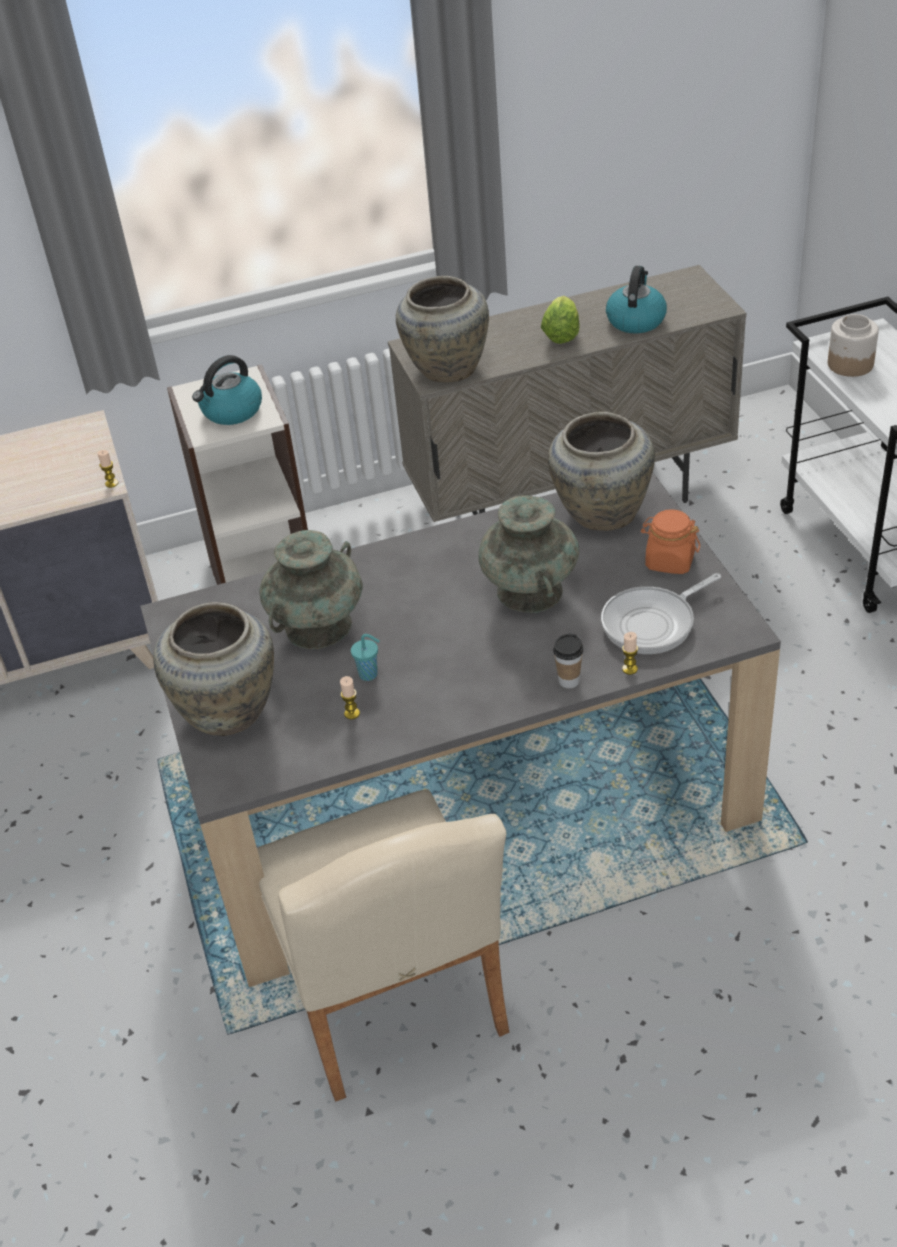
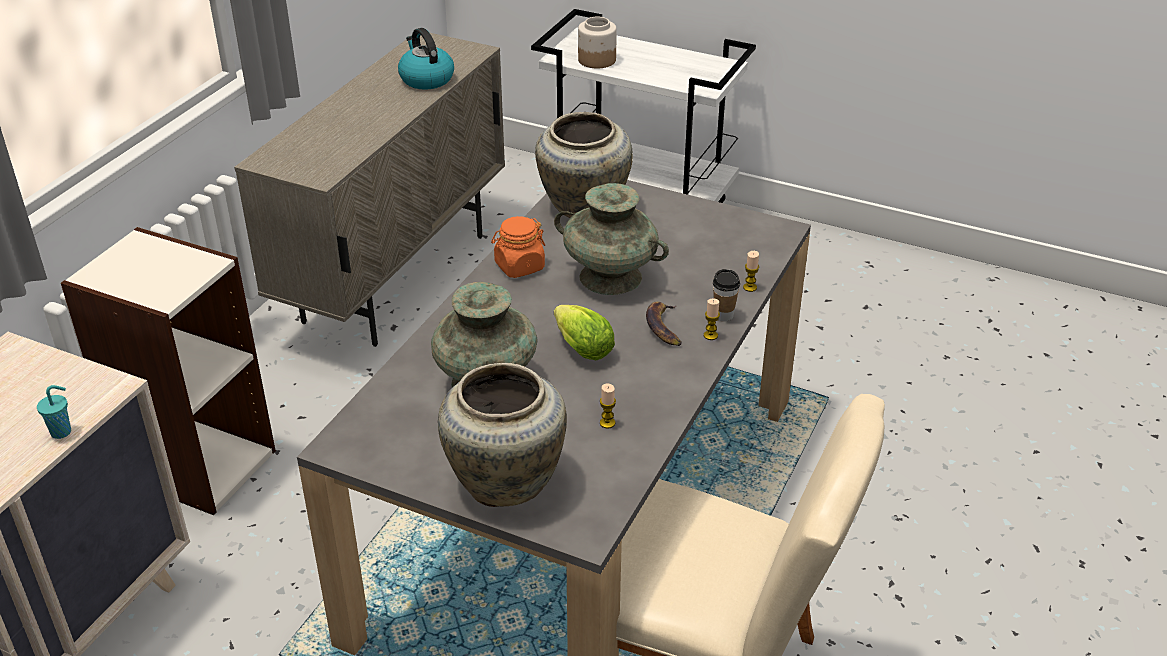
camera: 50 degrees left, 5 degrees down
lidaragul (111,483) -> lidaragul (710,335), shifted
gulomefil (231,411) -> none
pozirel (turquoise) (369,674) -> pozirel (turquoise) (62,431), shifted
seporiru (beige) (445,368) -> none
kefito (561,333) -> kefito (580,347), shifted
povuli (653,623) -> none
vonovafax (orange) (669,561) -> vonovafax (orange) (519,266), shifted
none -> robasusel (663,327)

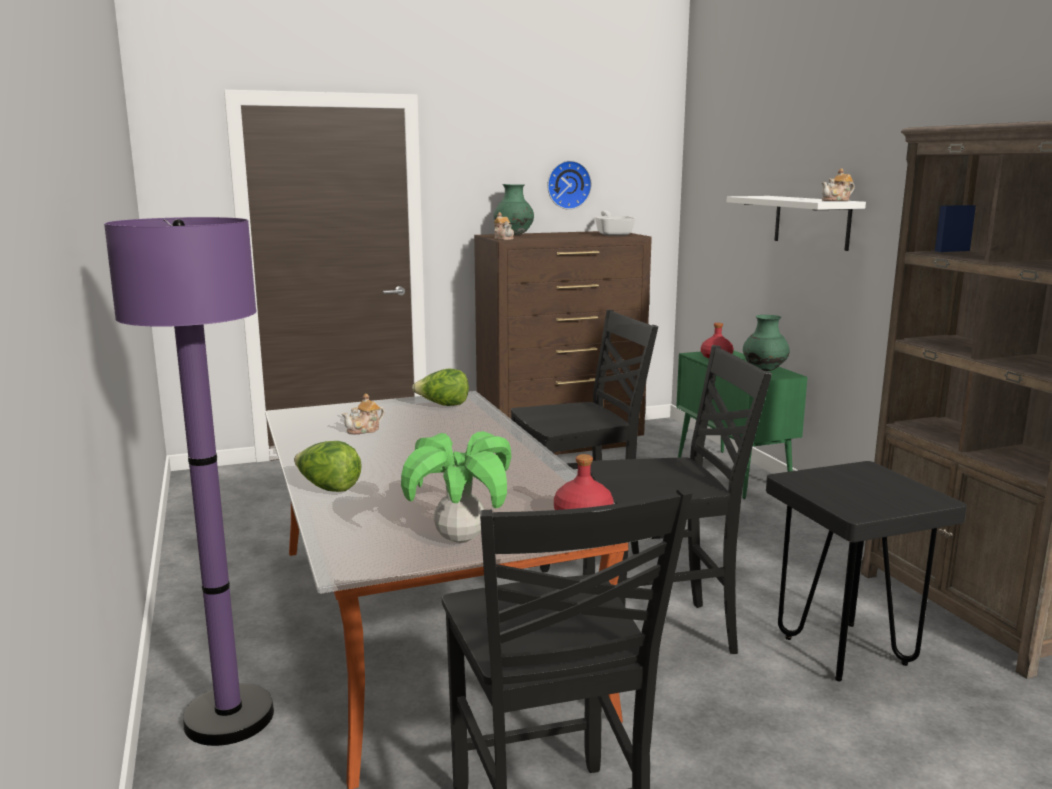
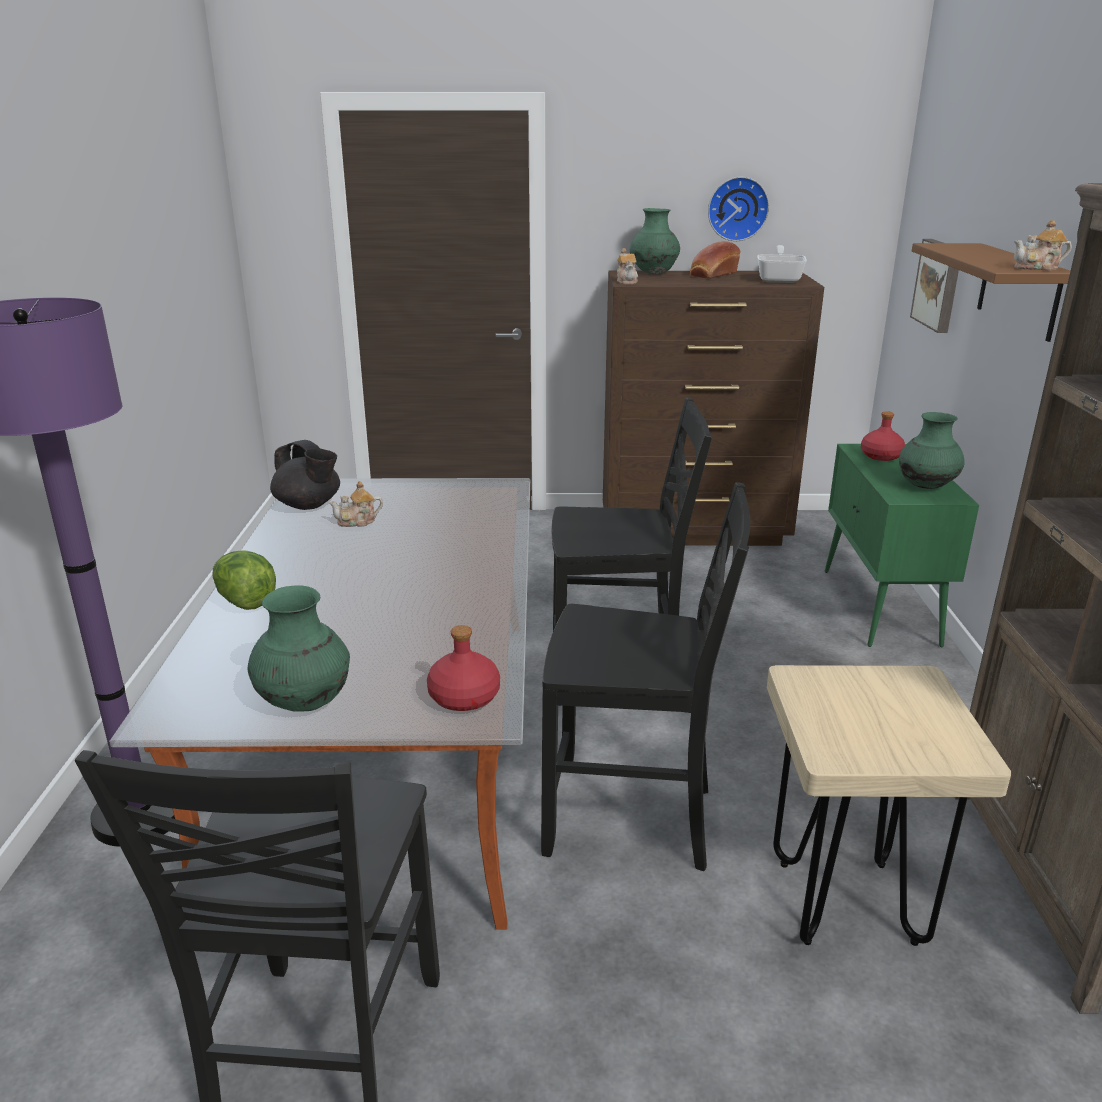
camera: 20 degrees right, 10 degrees up
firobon (460,539) -> seporiru (green) (304,702)
kefito (443,405) -> none
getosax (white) (811,222) -> getosax (brown) (1018,290)
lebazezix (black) (845,650) -> lebazezix (beige) (846,901)
none -> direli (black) (309,505)
none -> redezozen (712,275)
none -> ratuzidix (939,284)

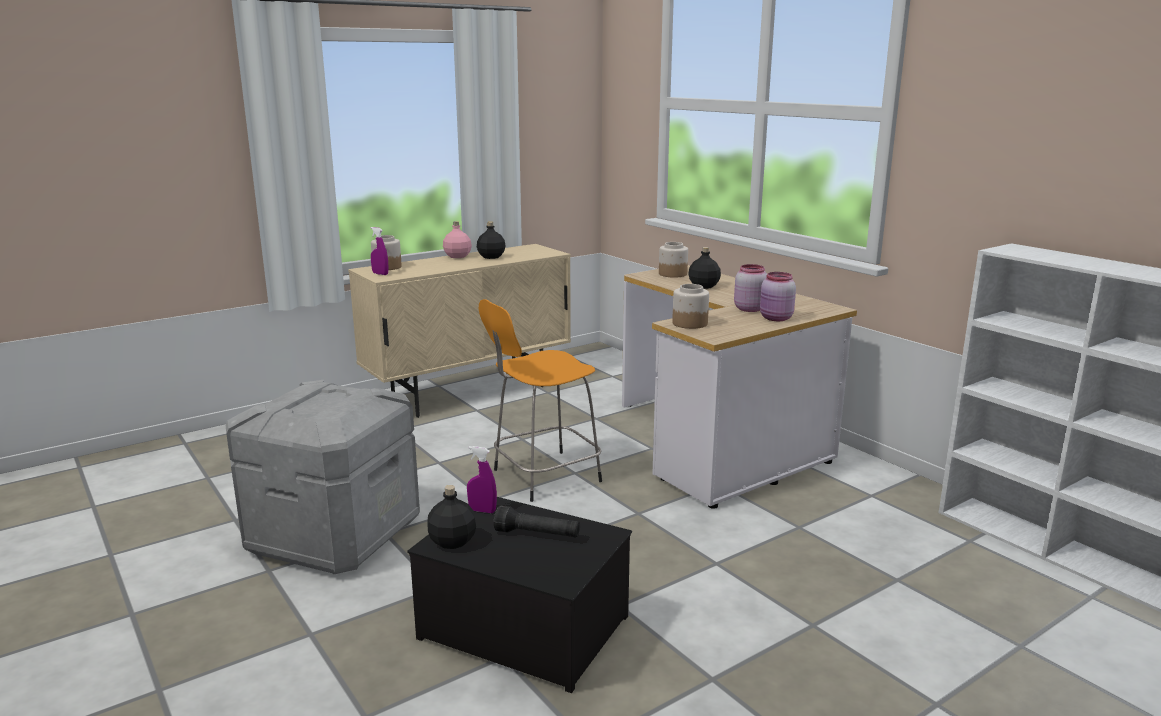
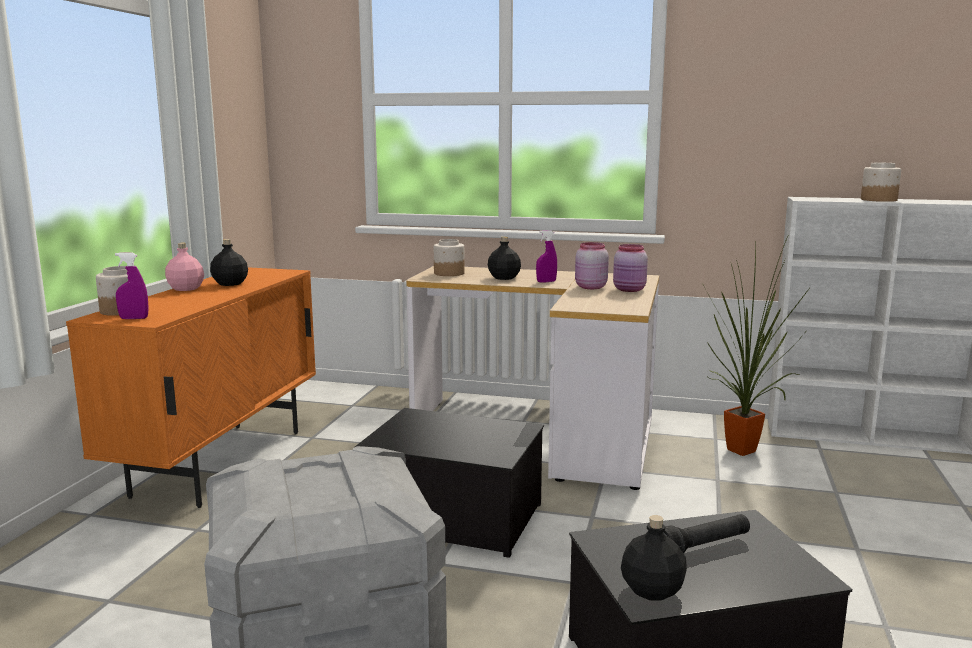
camera: 40 degrees left, 5 degrees down
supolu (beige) (469,392) -> supolu (orange) (221,462)
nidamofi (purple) (482,510) -> nidamofi (purple) (546,282), shifted
lebazezix (orange) (543,476) -> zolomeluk (451,518)
vonovafax (689,323) -> vonovafax (878,200), shifted
none -> firobon (744,453)

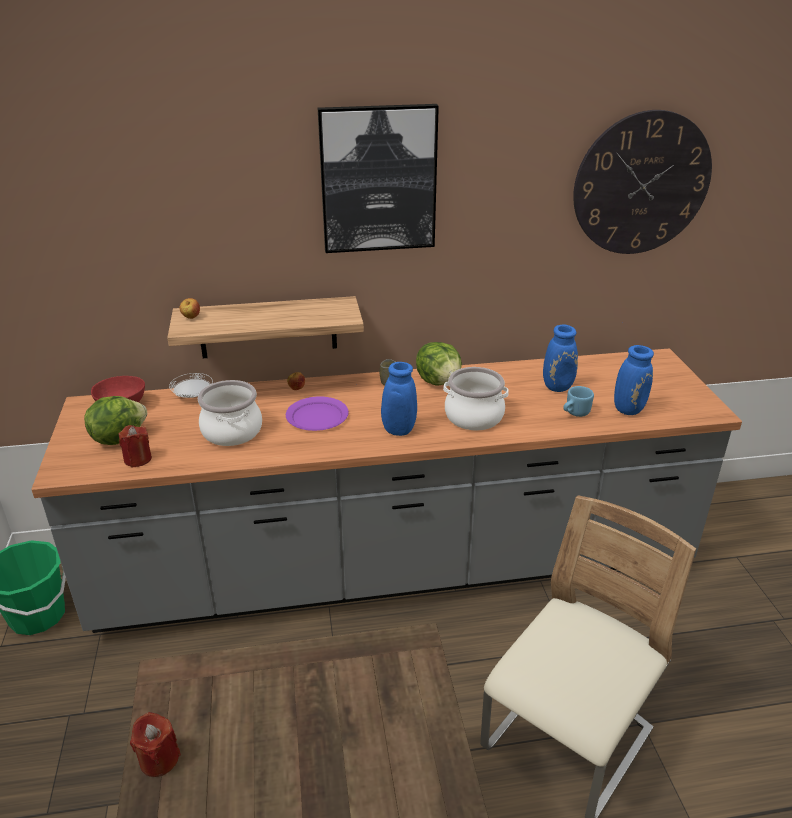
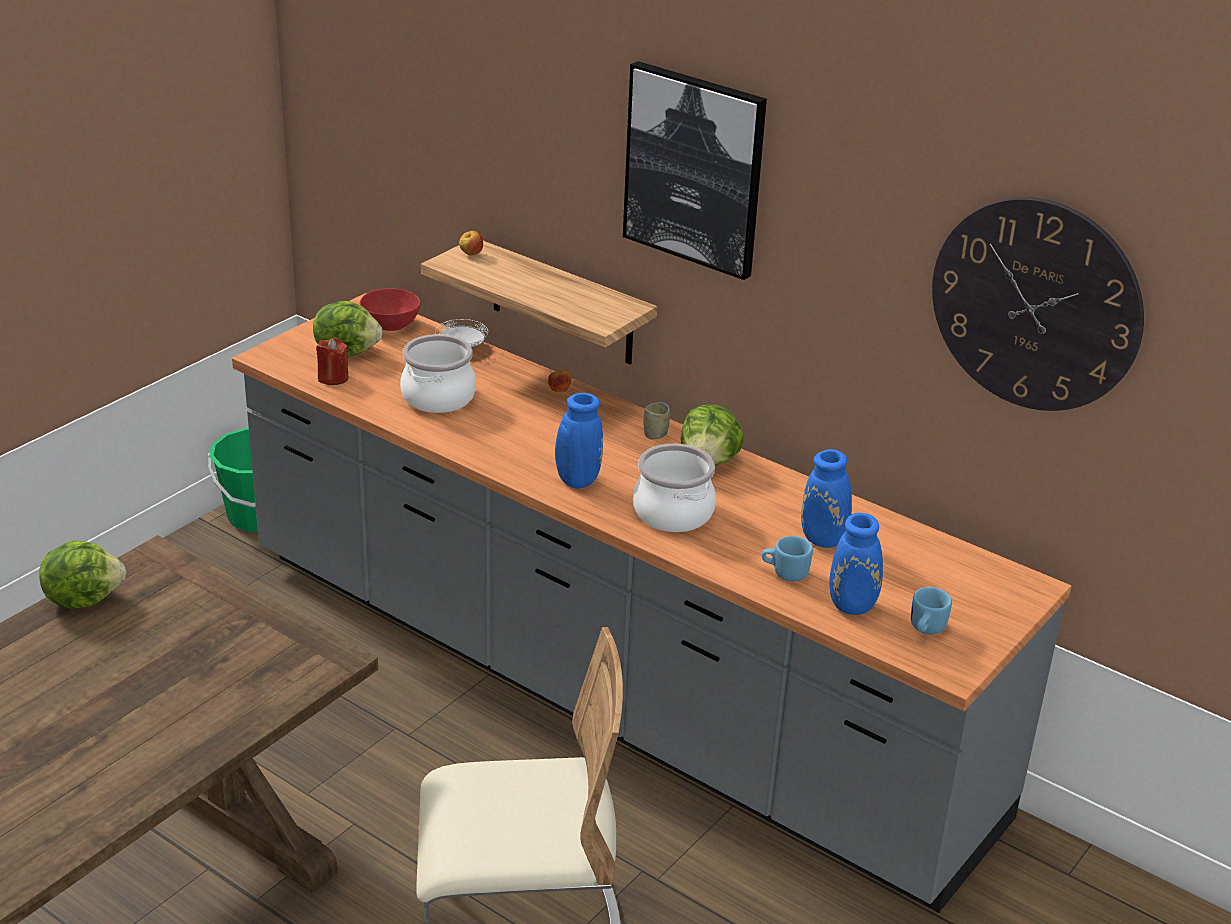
camera: 45 degrees right, 0 degrees up
lidaragul (red) (159,759) -> kefito (83,598)
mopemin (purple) (317,416) -> none
none -> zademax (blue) (925,629)

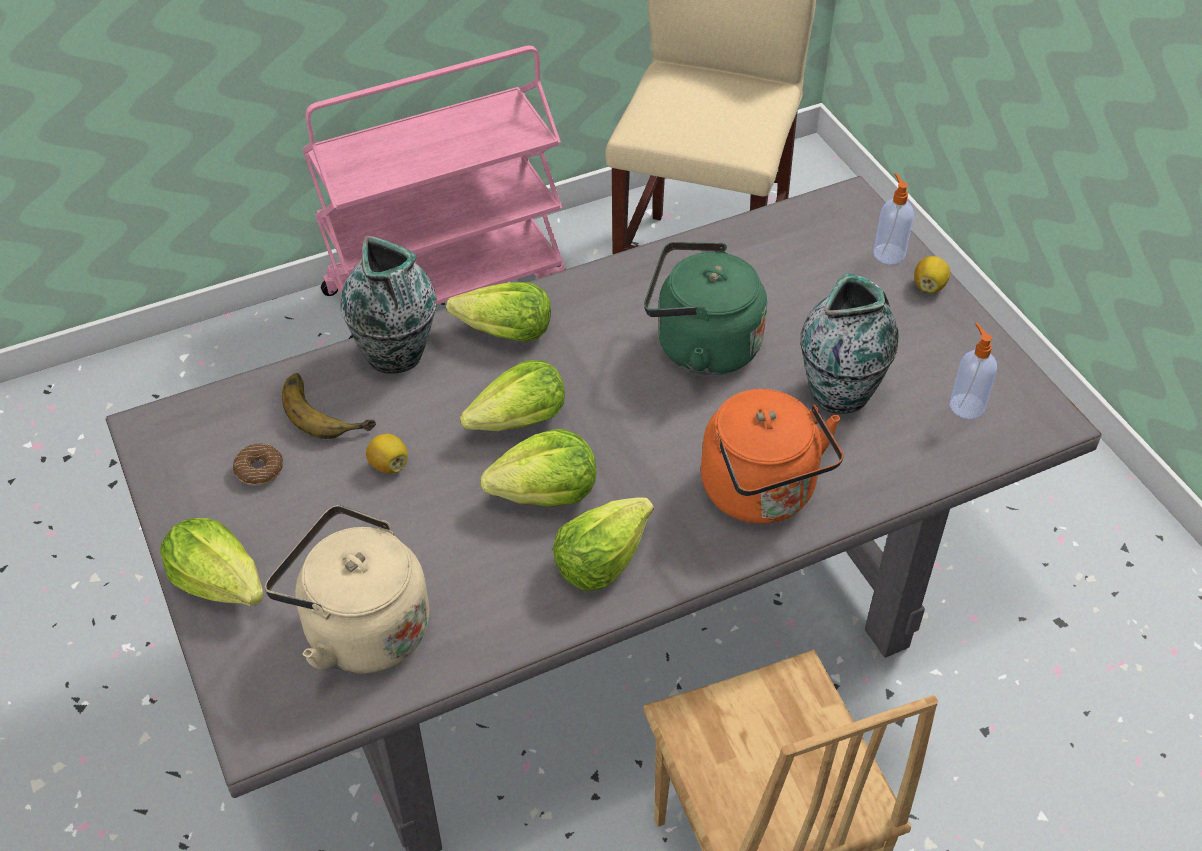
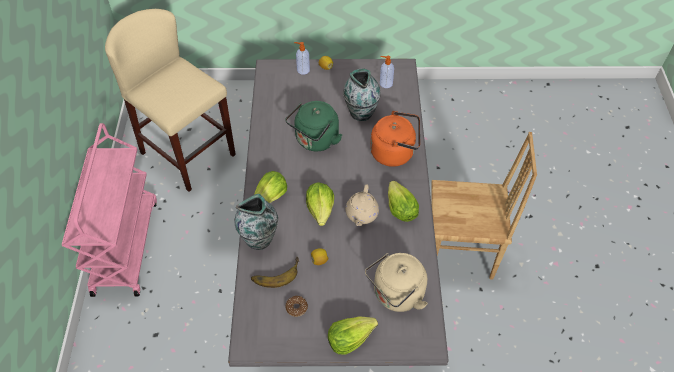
camera: 65 degrees left, 5 degrees up
kefito (546,493) -> direli (beige) (361,214)

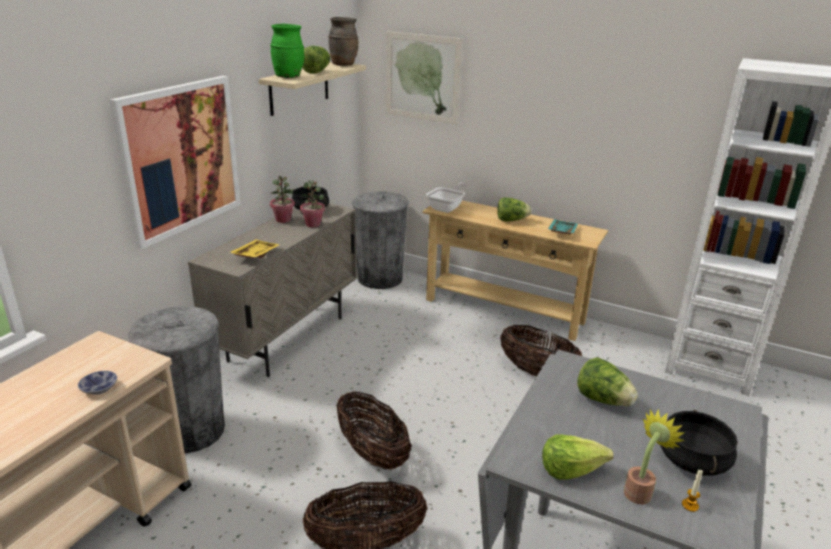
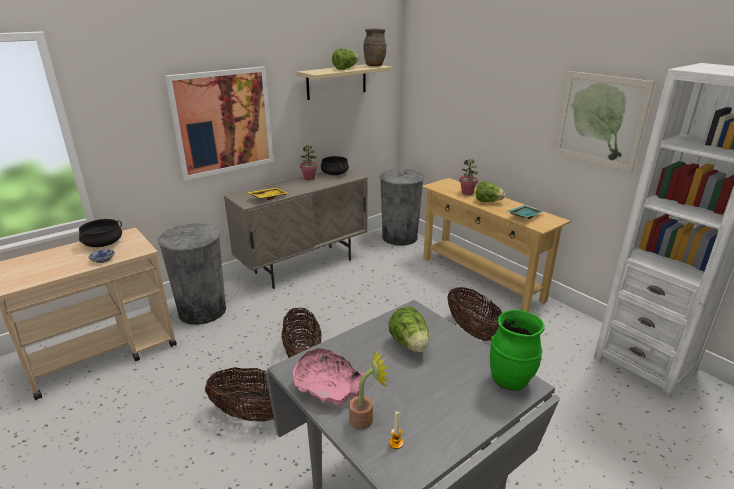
camera: 25 degrees right, 0 degrees up
seporiru (green) (288,77) -> seporiru (green) (510,380), shifted
firobon (313,224) -> firobon (467,193), shifted
ratuzidix (422,77) -> ratuzidix (600,120), shifted
povuli (447,208) -> none
kefito (571,469) -> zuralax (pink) (328,386)
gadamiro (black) (693,460) -> gadamiro (black) (103,244), shifted

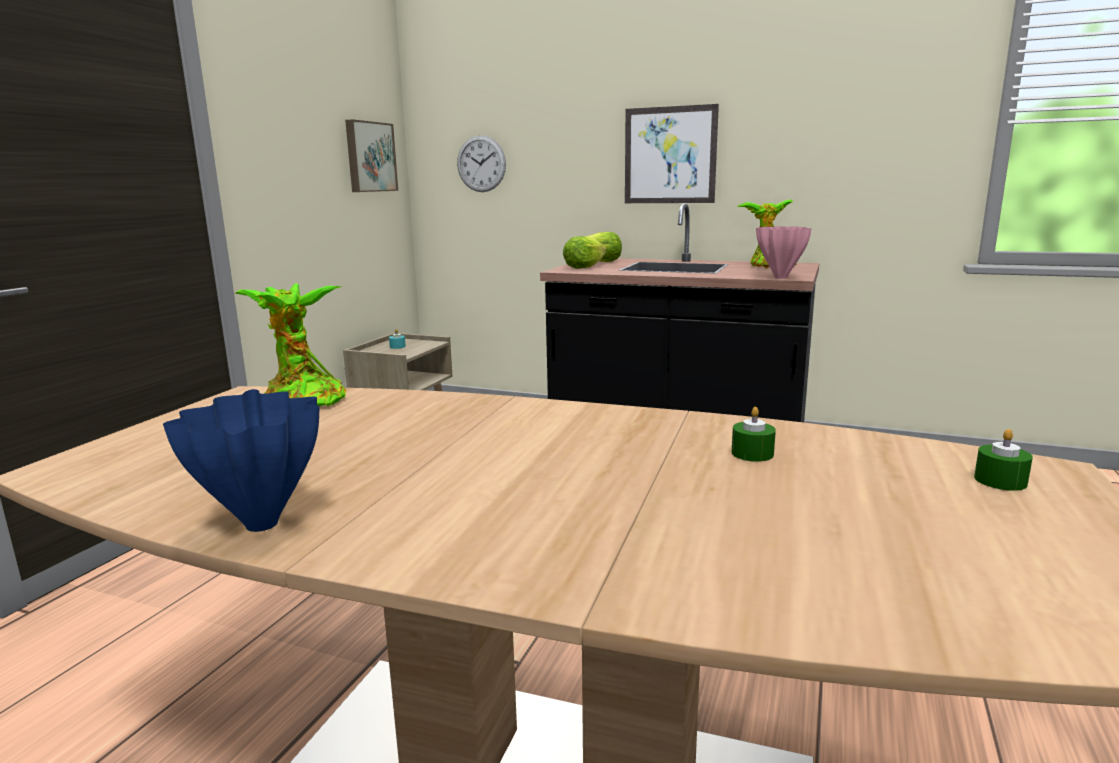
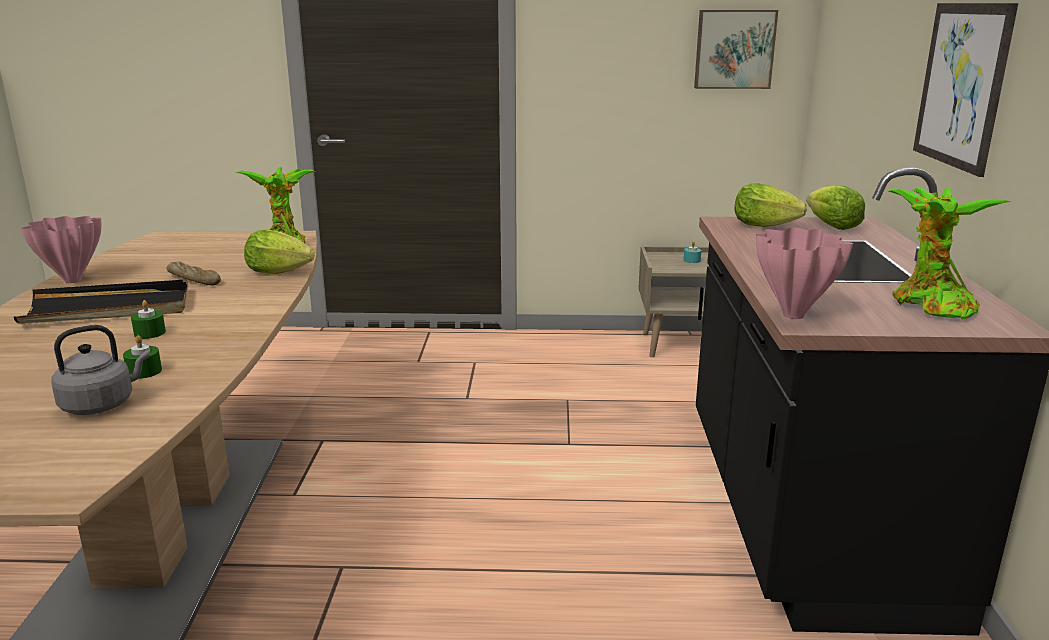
camera: 70 degrees right, 5 degrees up
seporiru (blue) (261,526) -> seporiru (pink) (71,281)
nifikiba (481,164) -> none
lidaragul (green) (1000,480) -> lidaragul (green) (150,333), shifted
none -> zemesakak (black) (109,308)
none -> gulomefil (grey) (102,404)
none -> redezozen (194,280)
none -> kefito (278,272)

